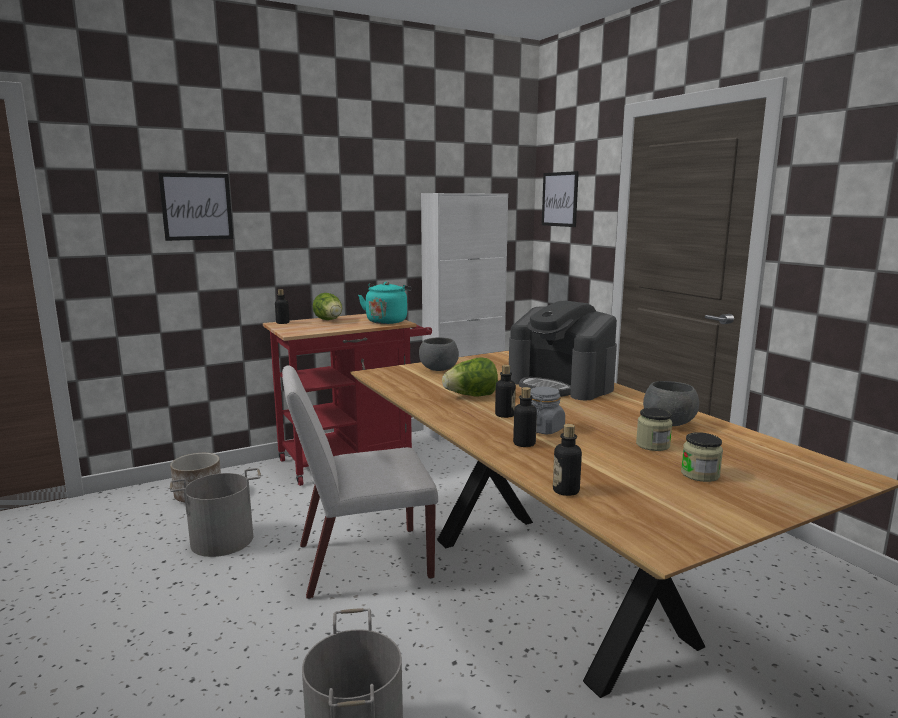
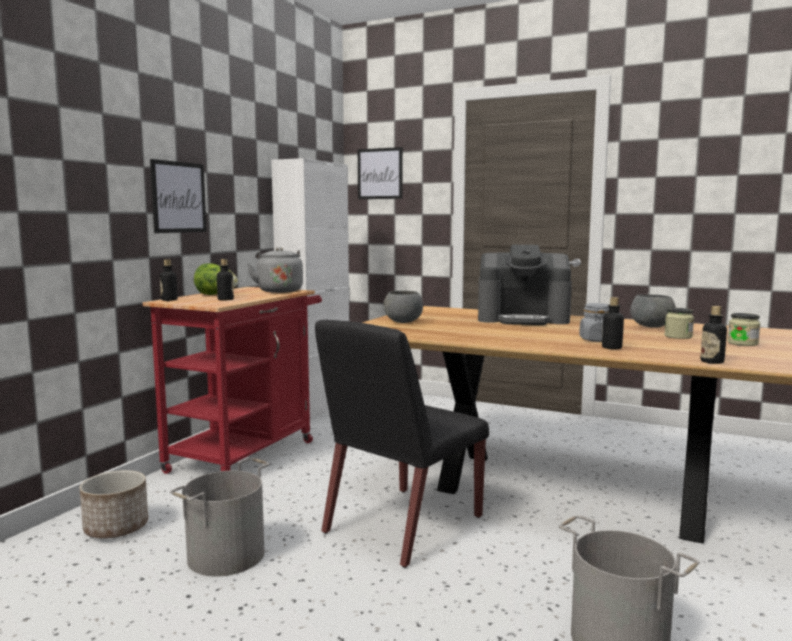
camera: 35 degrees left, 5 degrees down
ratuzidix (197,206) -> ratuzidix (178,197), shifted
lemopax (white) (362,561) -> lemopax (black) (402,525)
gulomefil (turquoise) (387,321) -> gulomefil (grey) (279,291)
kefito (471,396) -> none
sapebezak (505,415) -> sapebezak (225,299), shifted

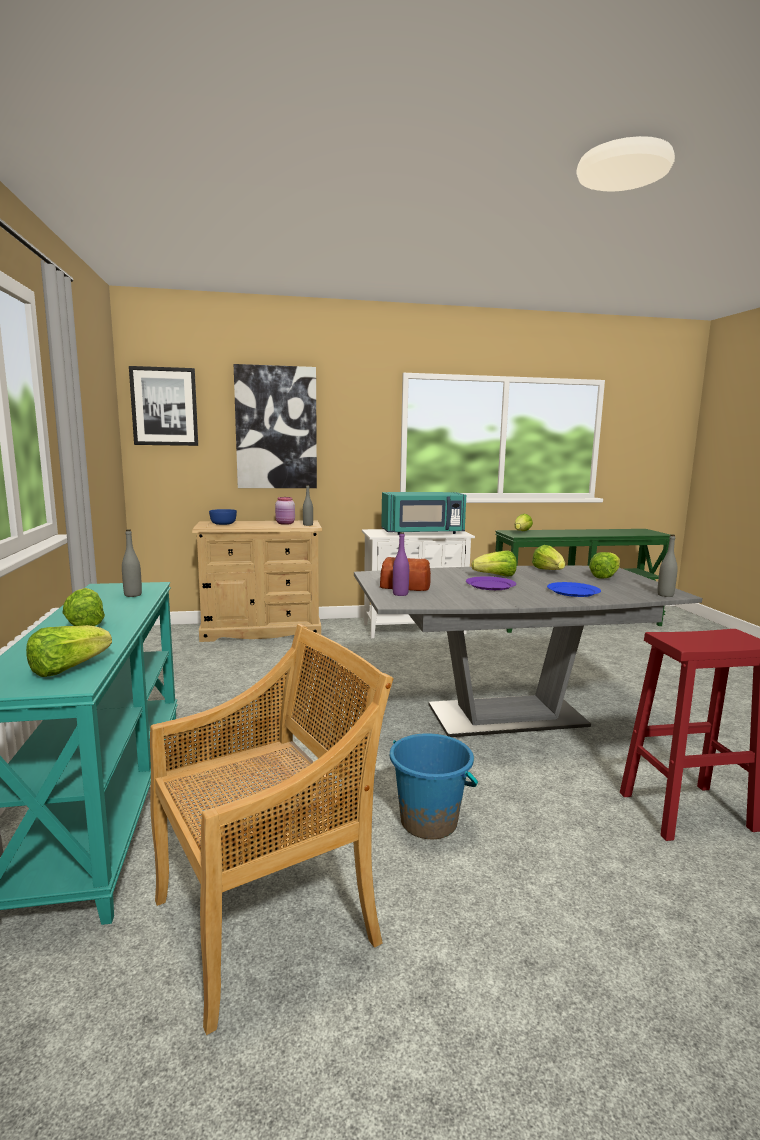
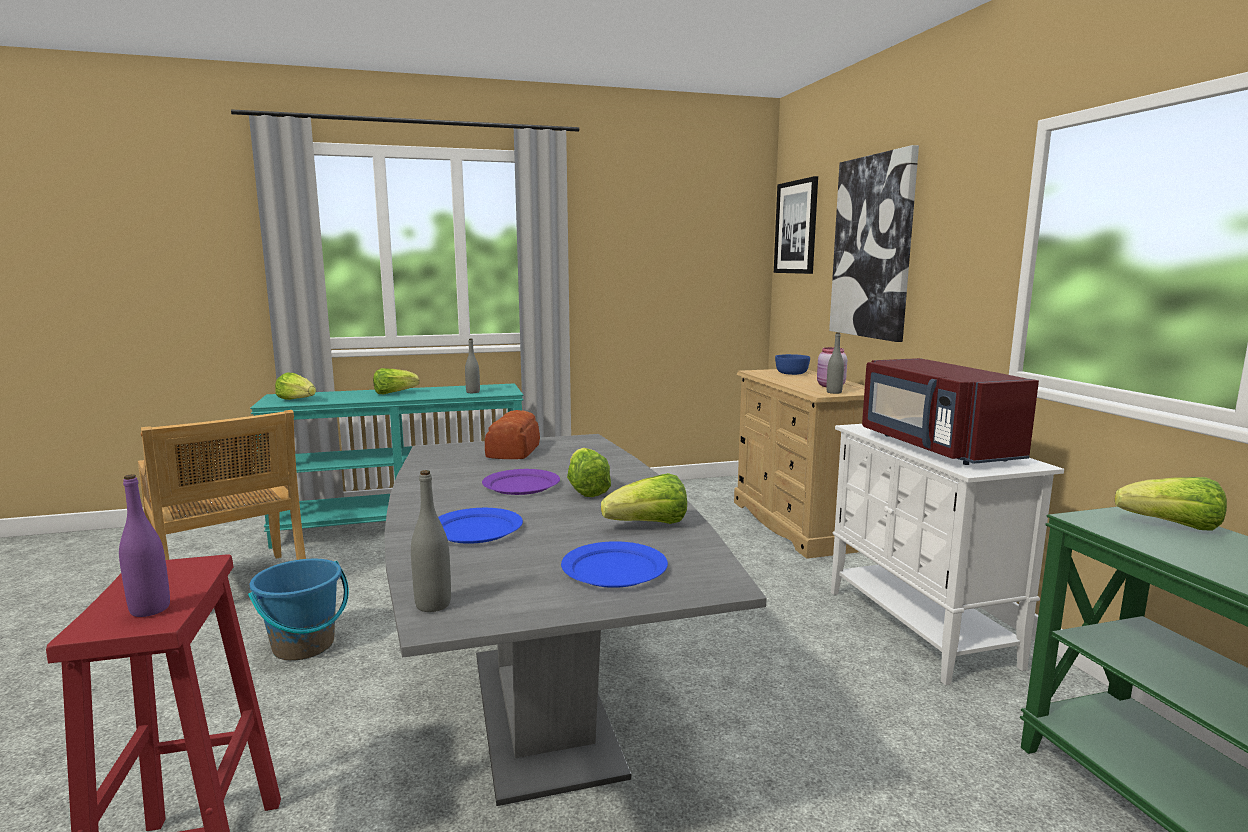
camera: 85 degrees right, 0 degrees up
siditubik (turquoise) (423,533) -> siditubik (red) (934,447)
sapebezak (purple) (400,594) -> sapebezak (purple) (150,609), shifted
kefito (605,576) -> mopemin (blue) (614,569)

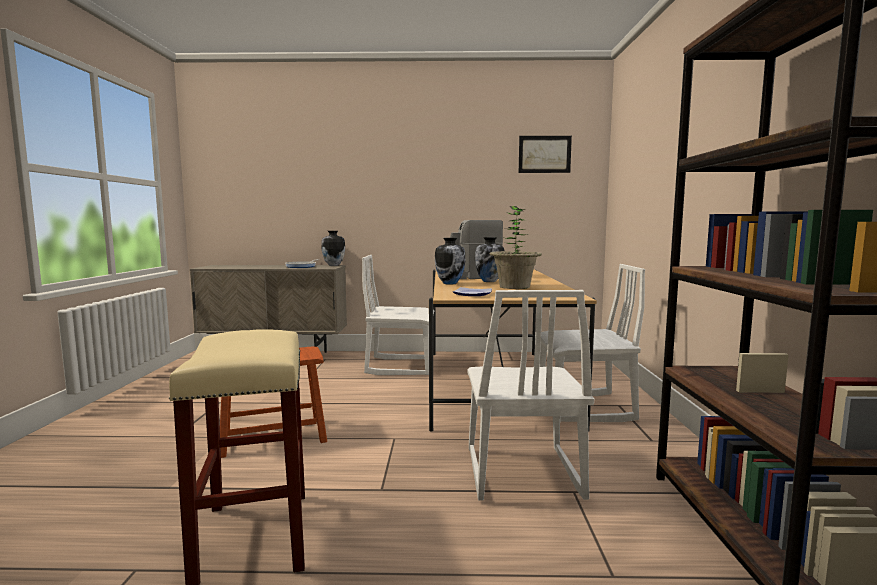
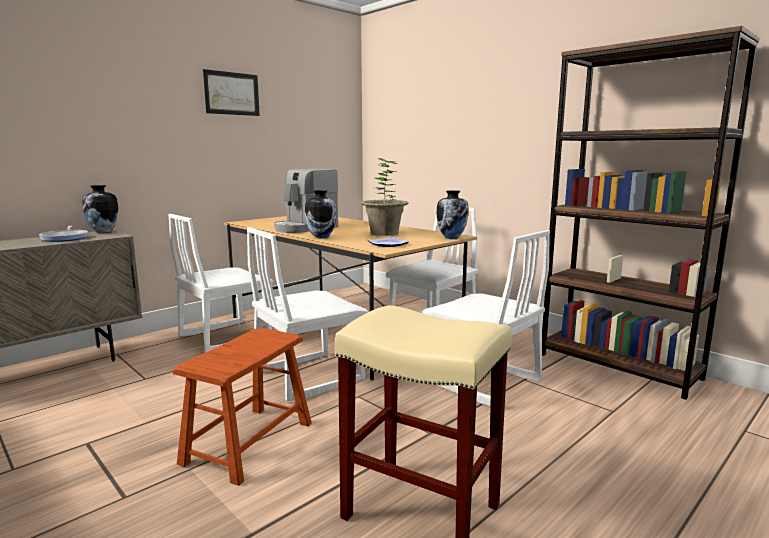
camera: 45 degrees left, 5 degrees up
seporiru (489,281) -> seporiru (452,237), shifted
ratuzidix (544,154) -> ratuzidix (232,93), shifted
none -> lemopax (white) (308,376)

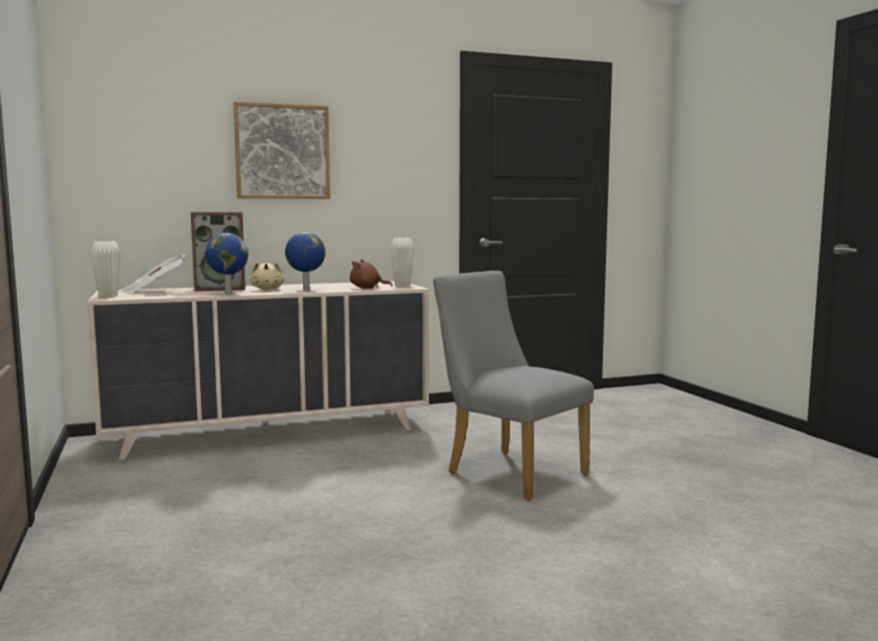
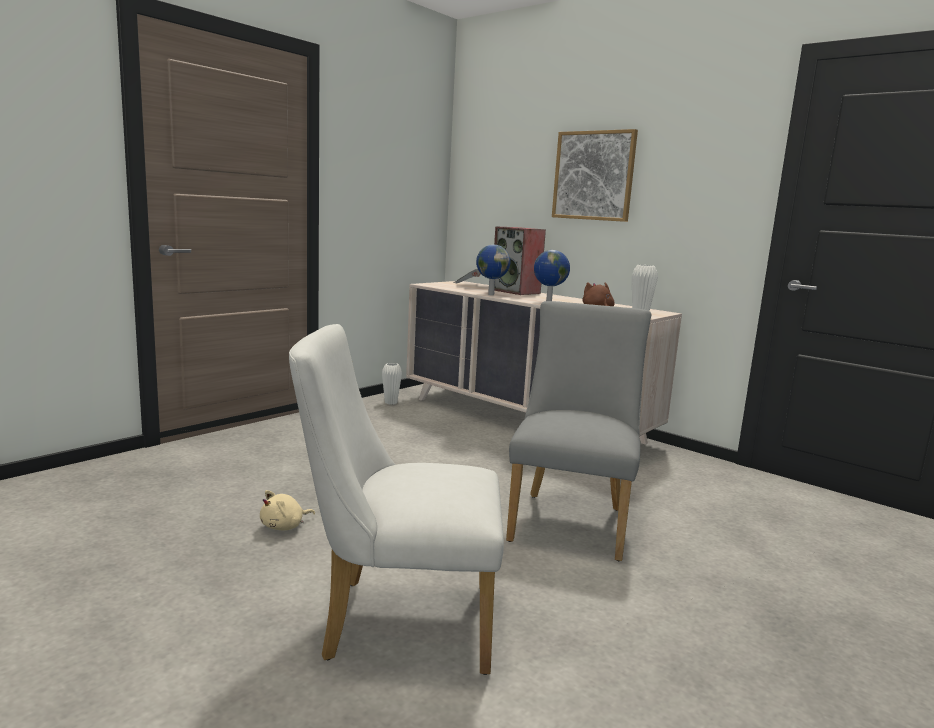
camera: 60 degrees right, 5 degrees up
seporiru (white) (108,296) -> seporiru (white) (391,402), shifted
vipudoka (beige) (267,289) -> vipudoka (beige) (284,526), shifted
none -> lemopax (white) (396,621)

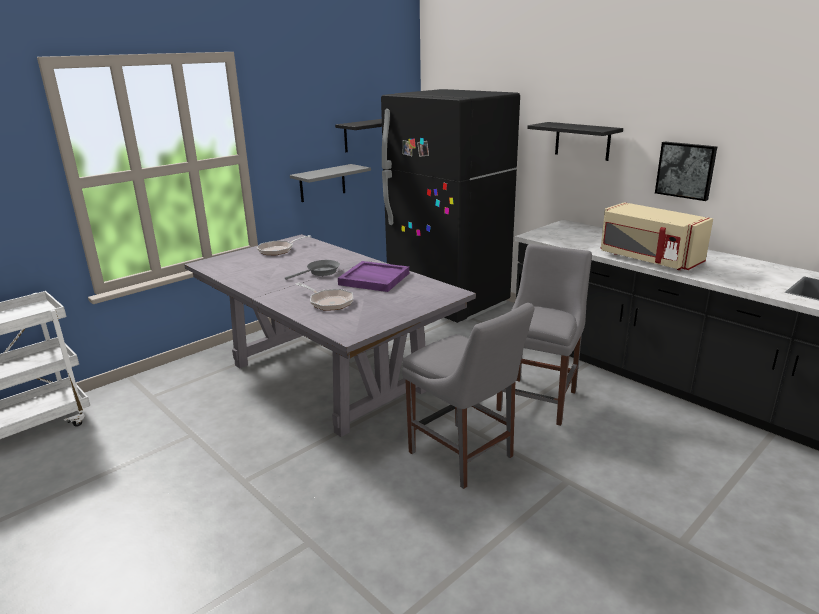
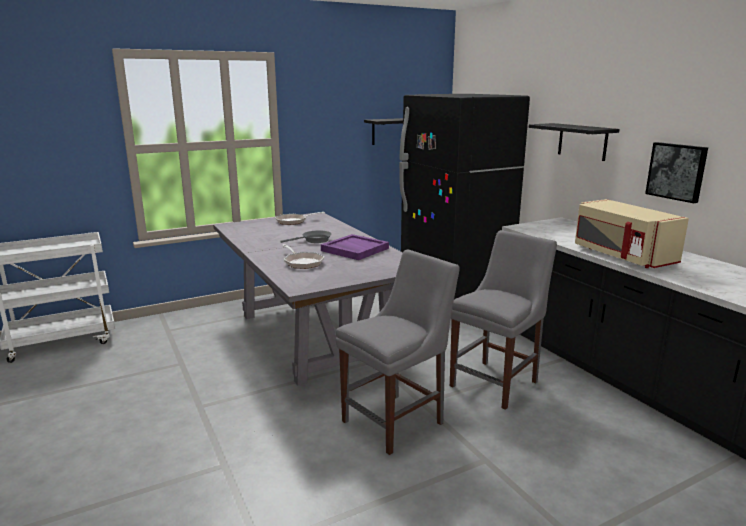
camera: 15 degrees right, 5 degrees down
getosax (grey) (322,183) -> none
lemopax (grey) (464,457) -> lemopax (grey) (397,420), 105 degrees counterclockwise

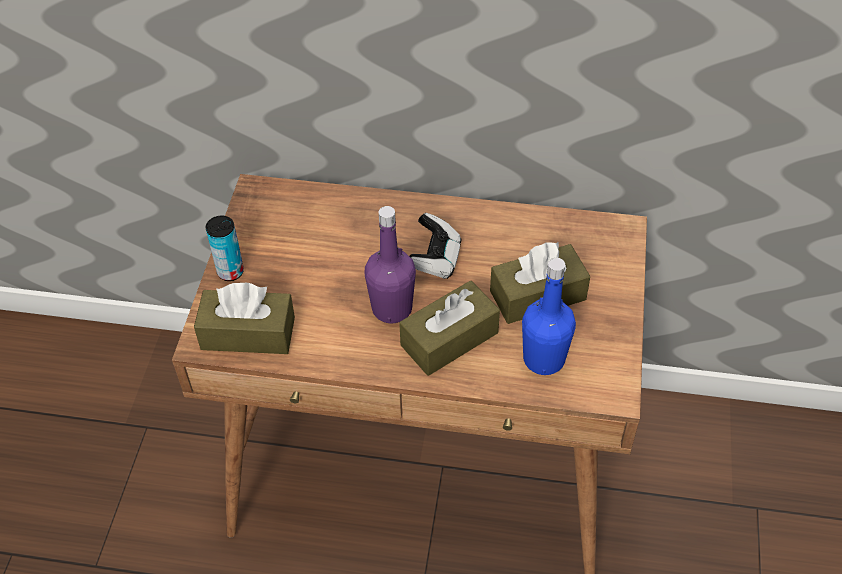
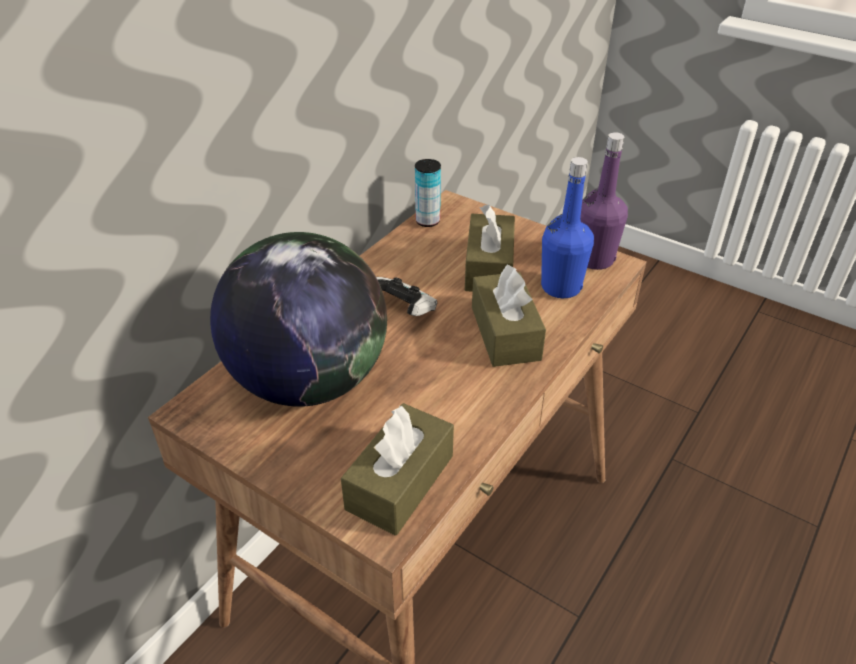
camera: 65 degrees left, 10 degrees down
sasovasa (230,272) -> sasovasa (427,221), shifted
sapebezak (purple) (392,308) -> sapebezak (purple) (594,259), shifted
none -> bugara (308,381)

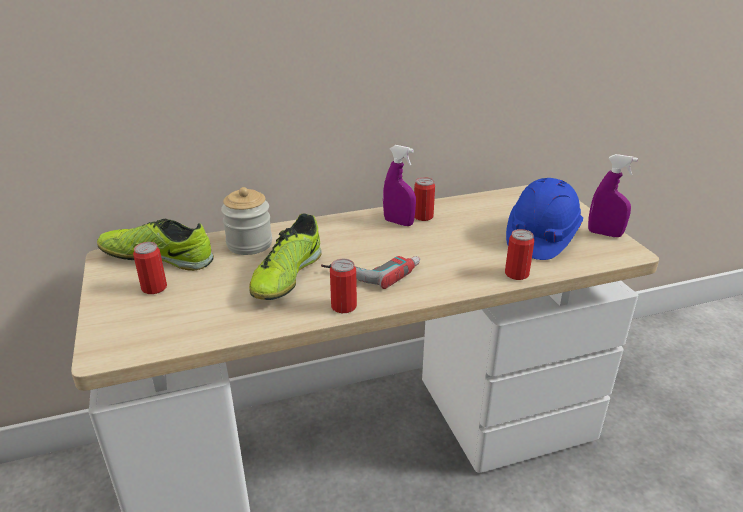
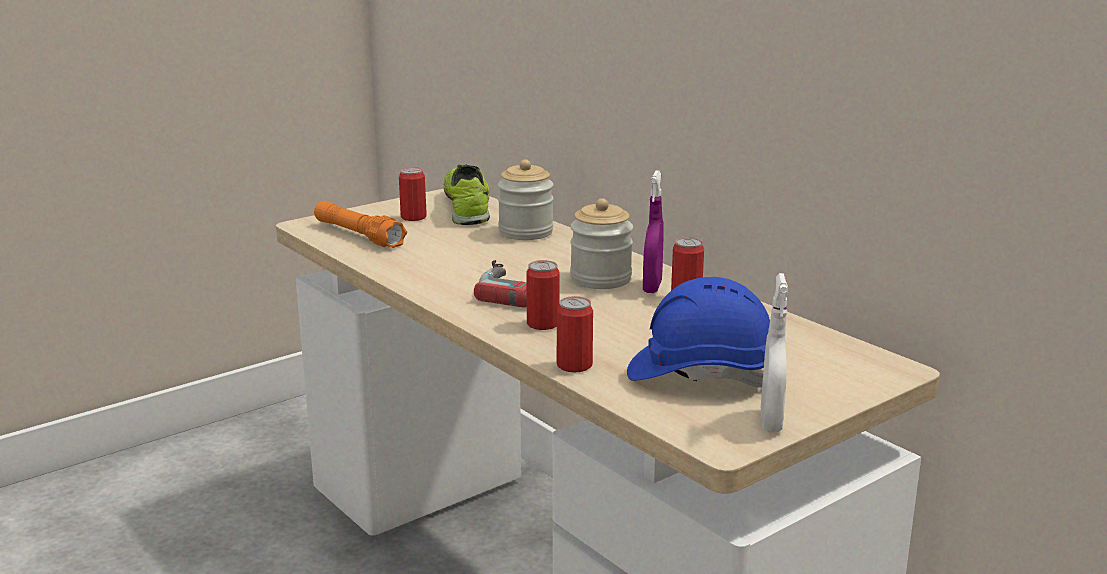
camera: 70 degrees right, 10 degrees down
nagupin (287,276) -> none
sasovasa (344,306) -> sasovasa (543,324), shifted
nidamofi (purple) (604,234) -> nidamofi (white) (771,422)
none -> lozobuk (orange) (358,235)
none -> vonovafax (600,279)

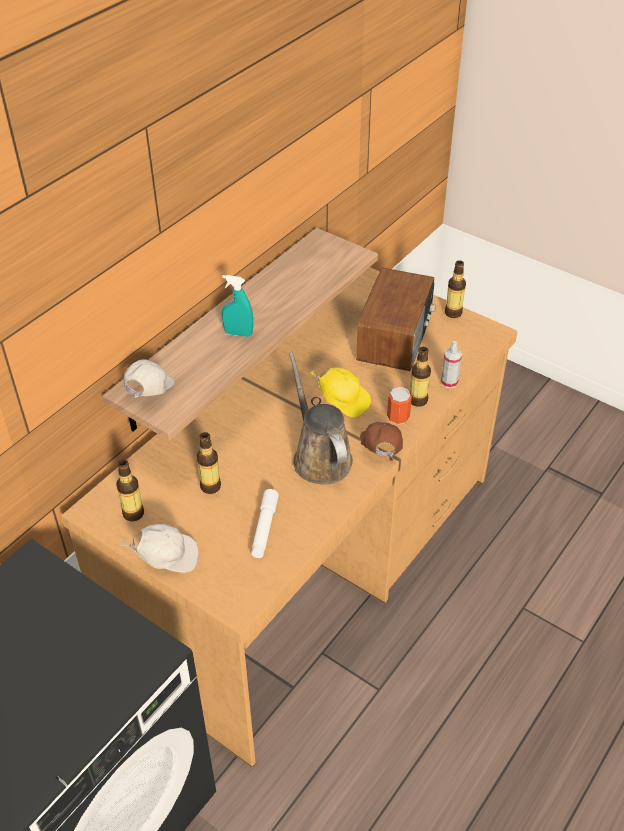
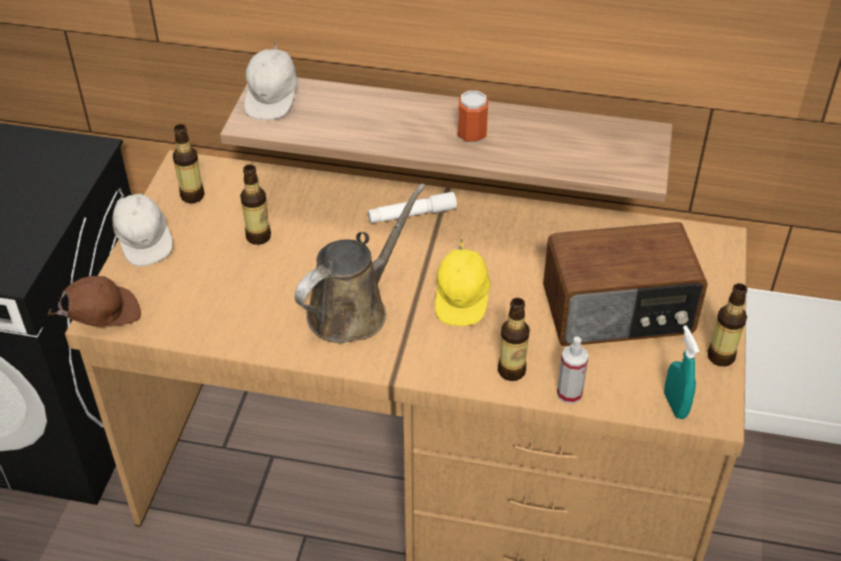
camera: 65 degrees right, 0 degrees up
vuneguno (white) (148,393) -> vuneguno (white) (273,99), 105 degrees clockwise
nidamofi (turquoise) (238,333) -> nidamofi (turquoise) (675,405), shifted
lozobuk (white) (264,528) -> lozobuk (white) (412,214), shifted
vuneguno (brown) (380,451) -> vuneguno (brown) (102,317), shifted
sasovasa (398,417) -> sasovasa (472,135), shifted

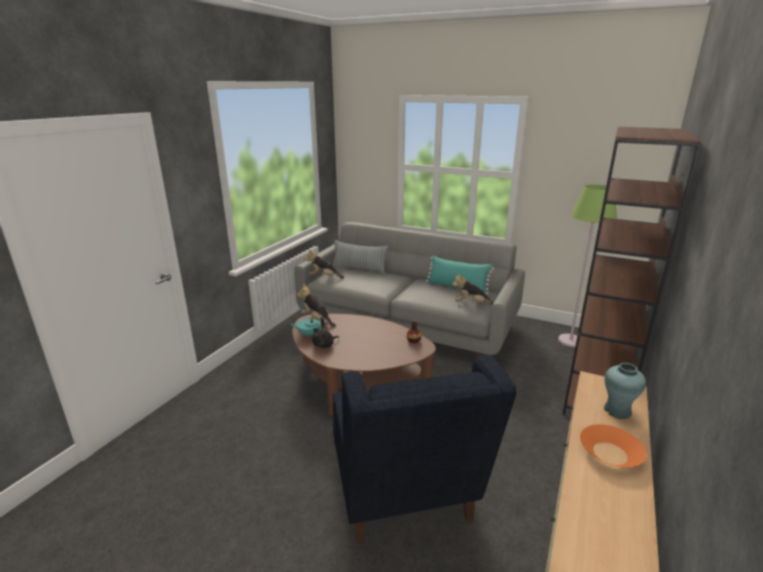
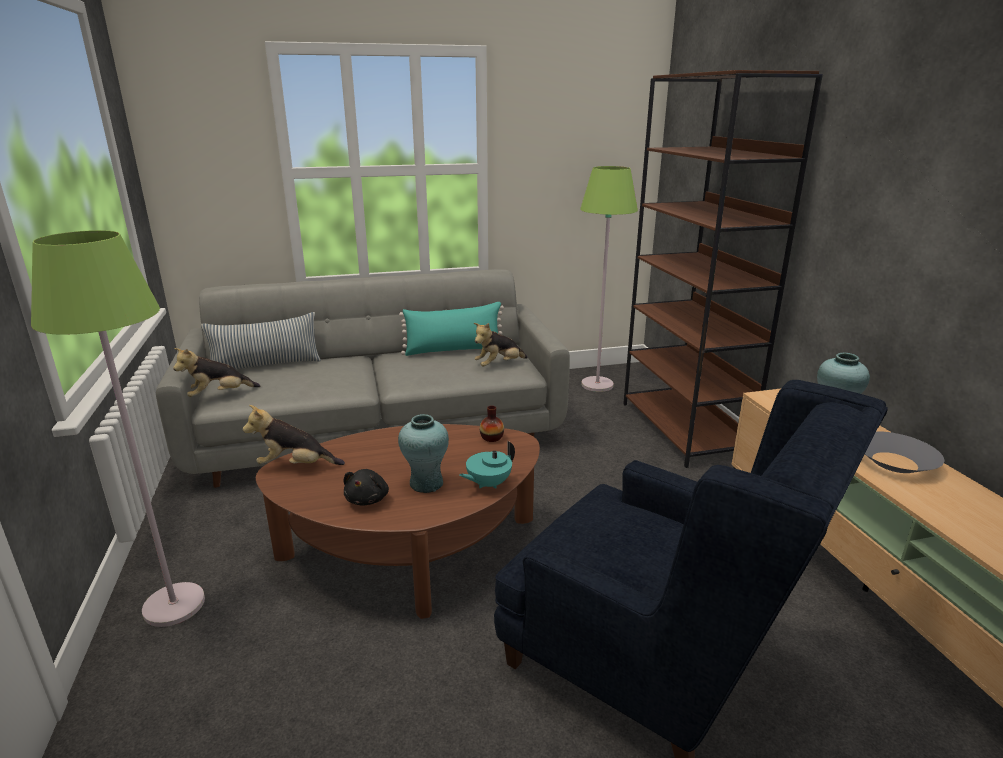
camera: 40 degrees left, 0 degrees up
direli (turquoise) (308,334) -> direli (turquoise) (488,484), shifted
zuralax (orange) (610,453) -> zuralax (grey) (895,462)
none -> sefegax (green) (174,605)
none -> seporiru (turquoise) (426,483)

